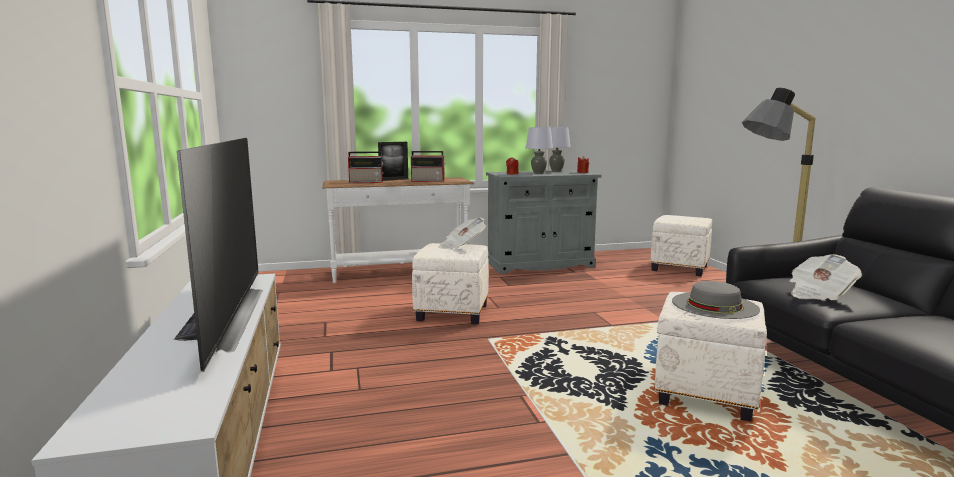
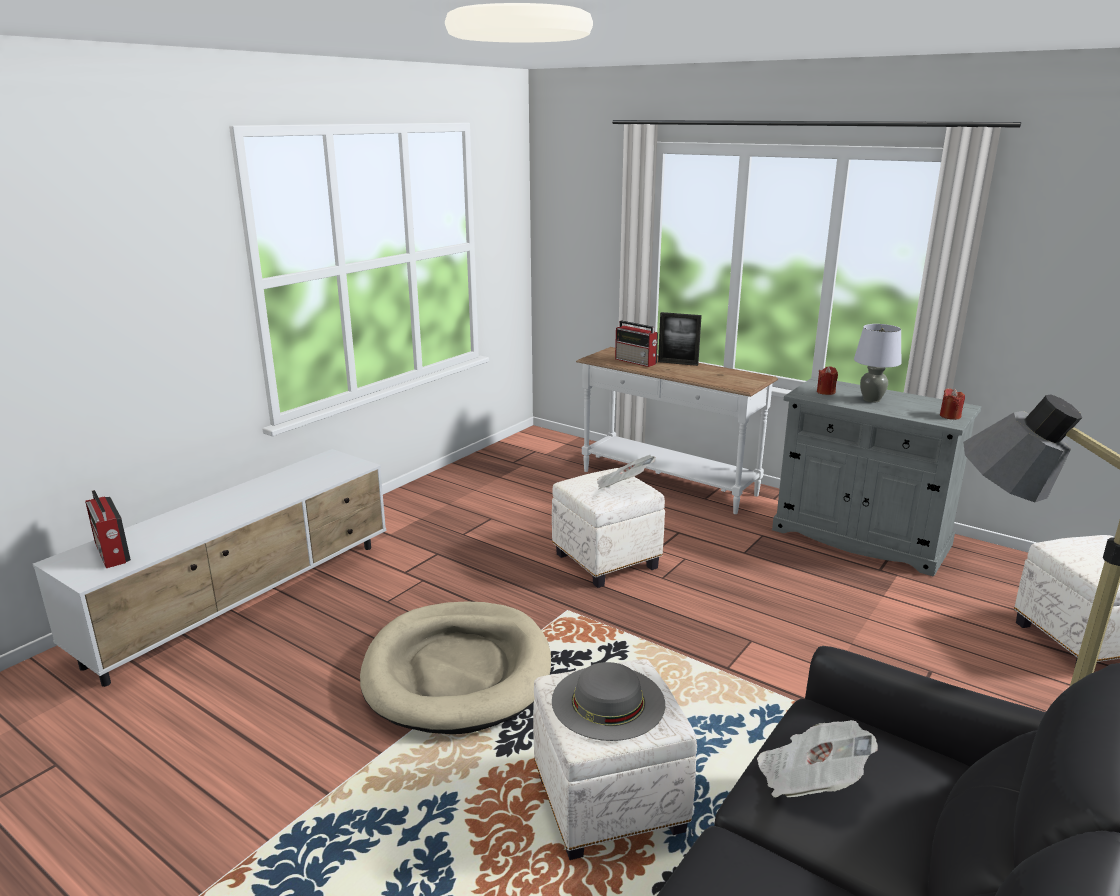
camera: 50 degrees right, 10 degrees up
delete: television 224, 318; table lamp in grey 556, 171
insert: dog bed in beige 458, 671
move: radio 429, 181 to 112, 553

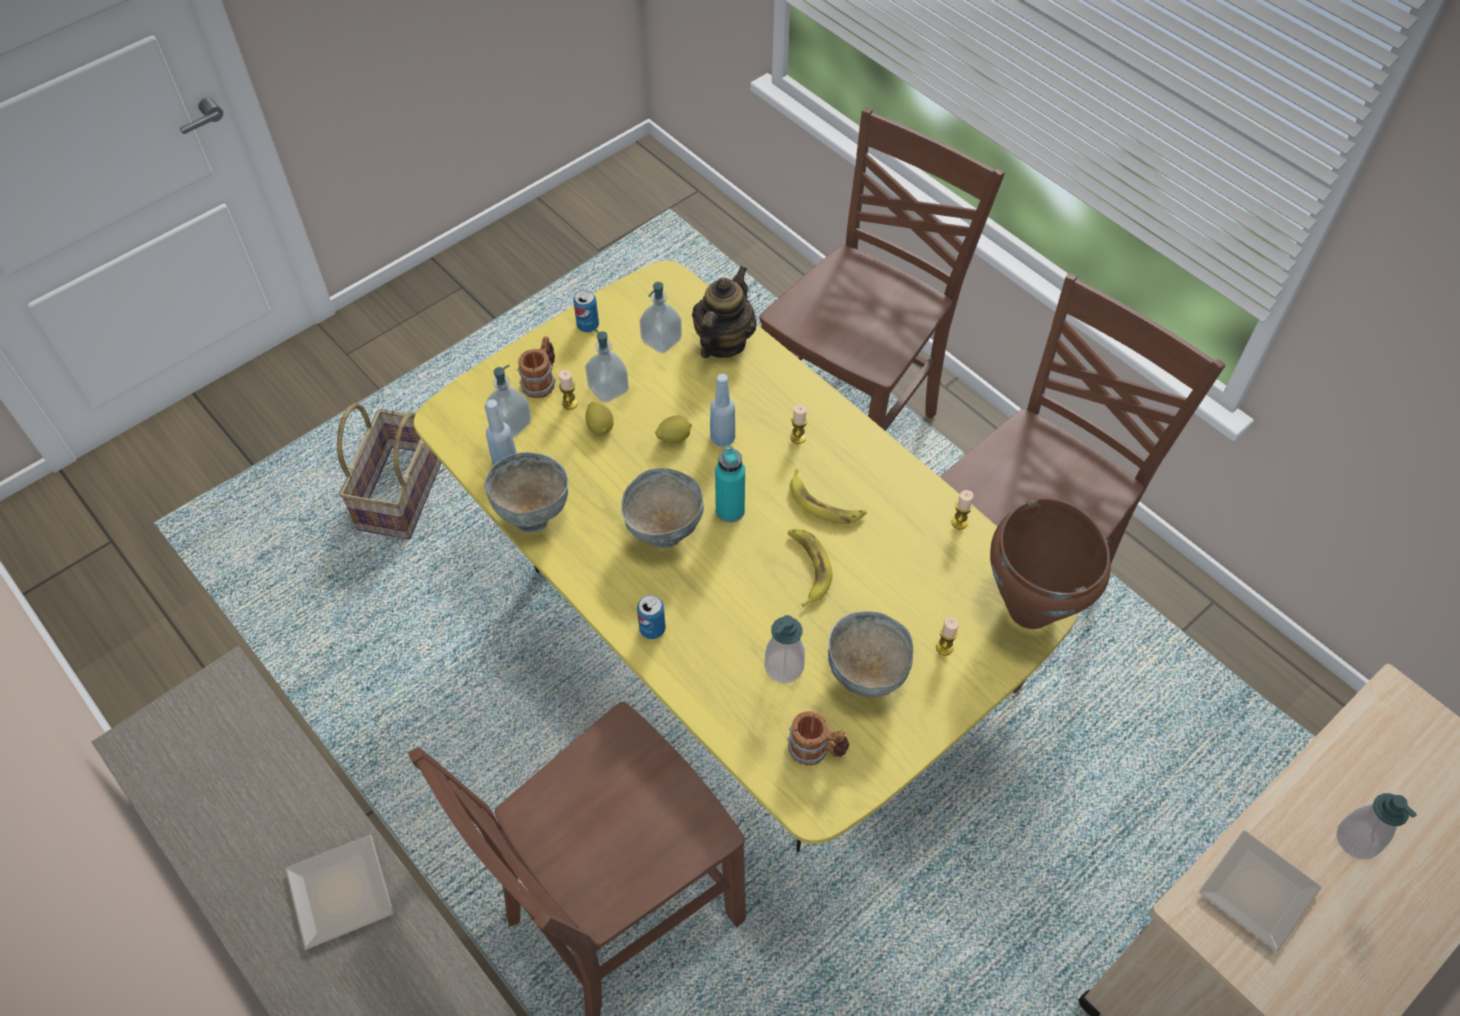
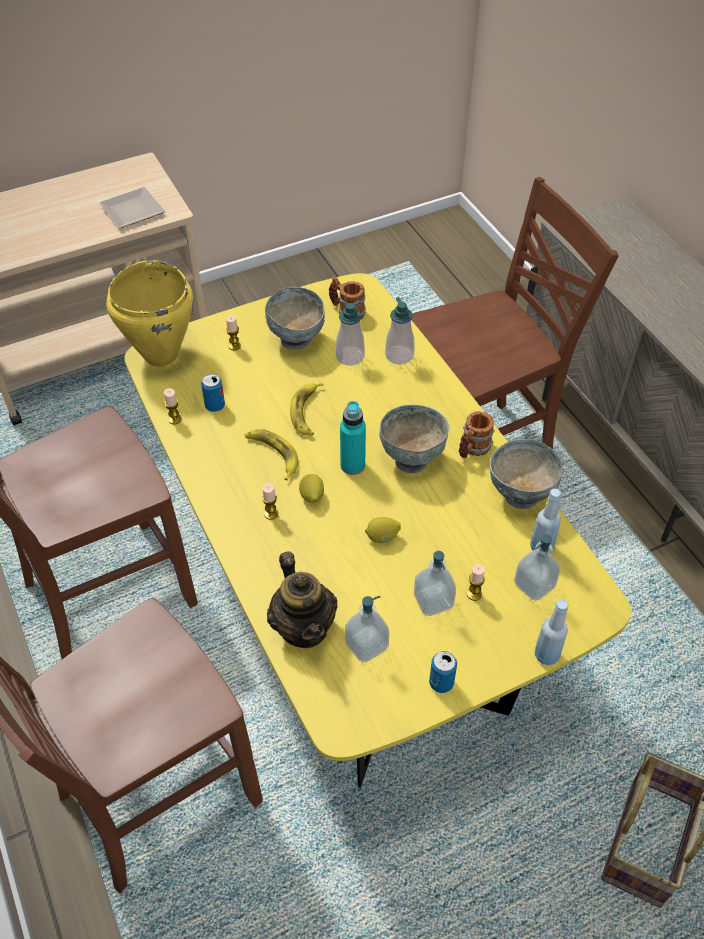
camera: 165 degrees left, 5 degrees down
delete: plate 338, 897
move: mug 542, 380 to 472, 449; lemon 600, 427 to 311, 496; can 652, 629 to 215, 406; bottle in blue 722, 438 to 546, 655; soap dispenser 1357, 839 to 399, 355
recolor: cooking pot in brown 1030, 608 to cooking pot in yellow 160, 355
rotate: teapot 723, 342 = 304, 627 60 degrees counterclockwise

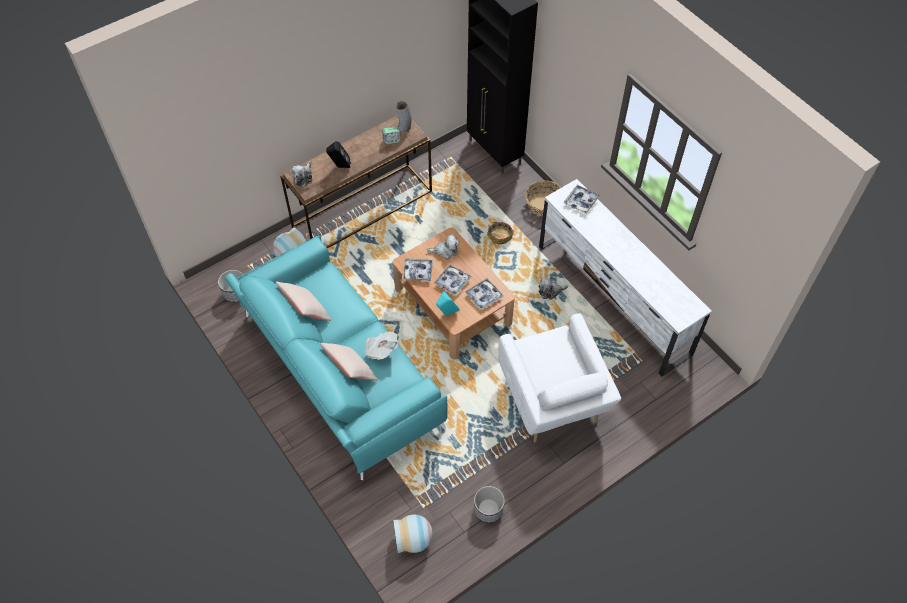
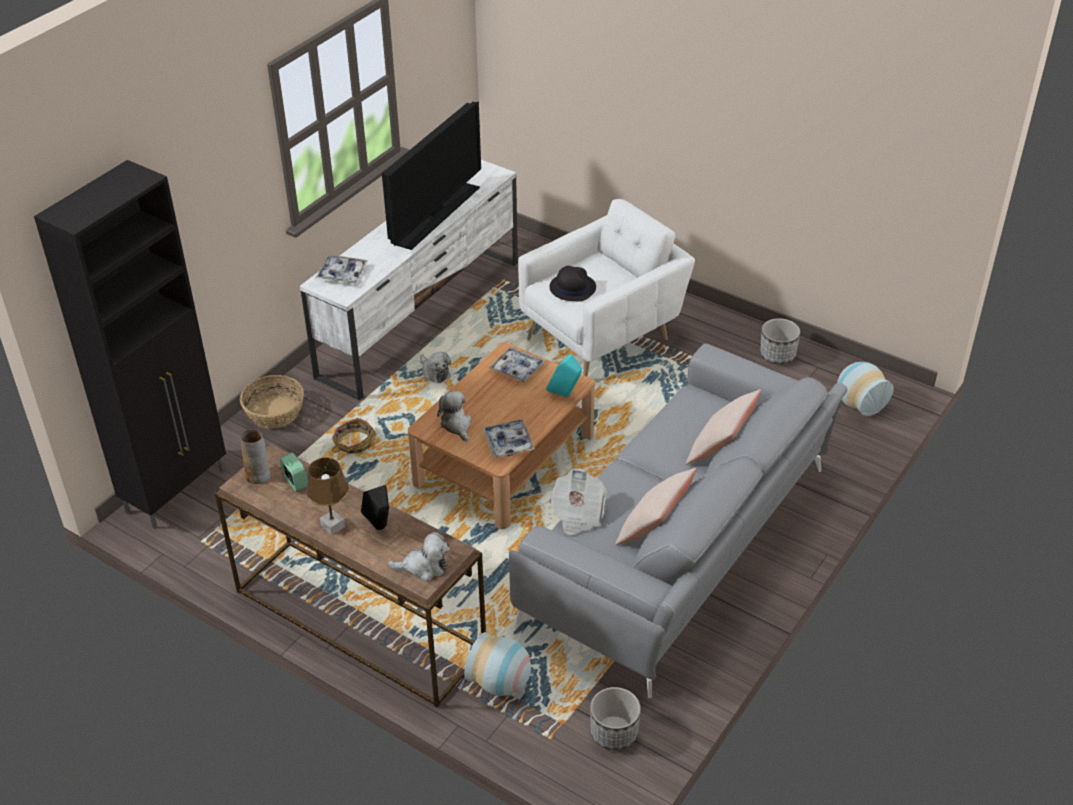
camera: 110 degrees left, 15 degrees down
delete: tray 452, 282
insert: table lamp in brown 333, 526; television 436, 215; hat in black 572, 287
move: newspaper 381, 350 to 577, 514
recolor: sofa in turquoise 339, 371 to sofa in grey 680, 546

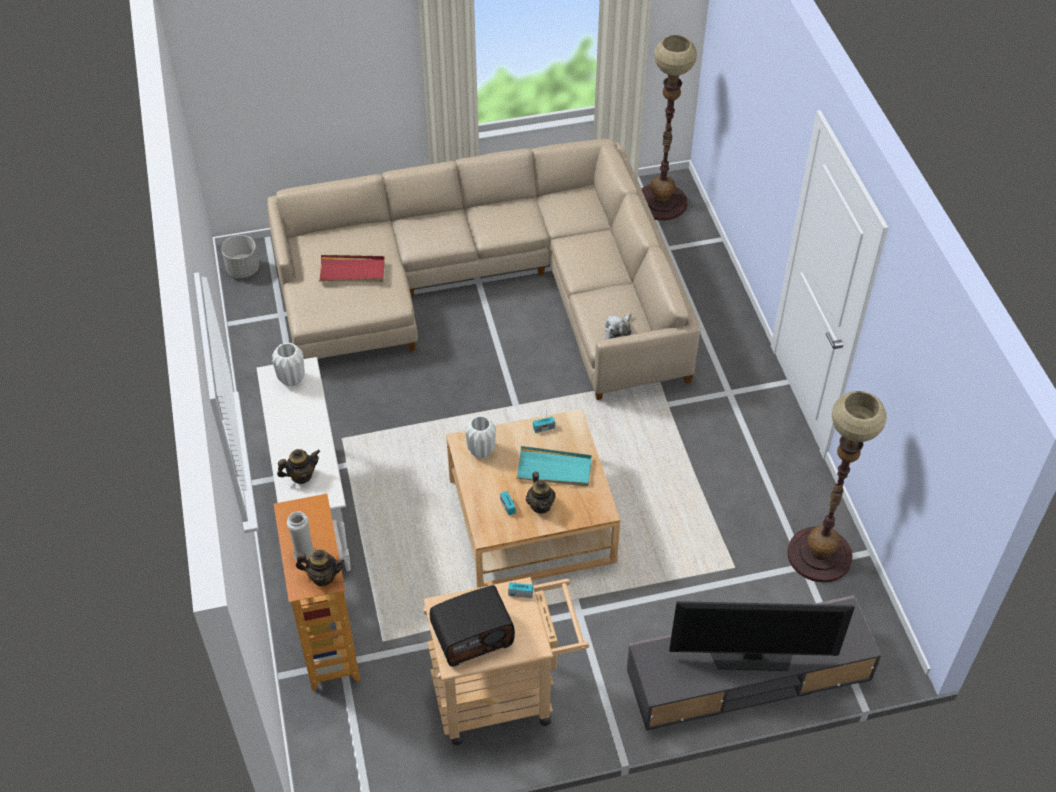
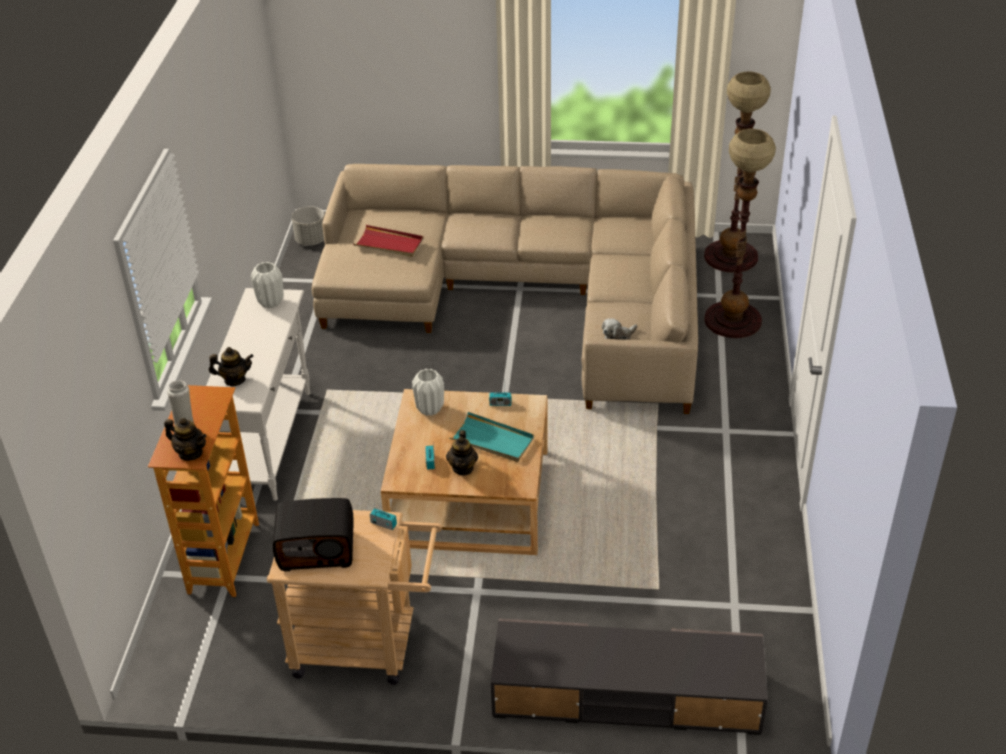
camera: 20 degrees right, 10 degrees down
delete: television 752, 656
move: floor lamp 819, 554 to 733, 320

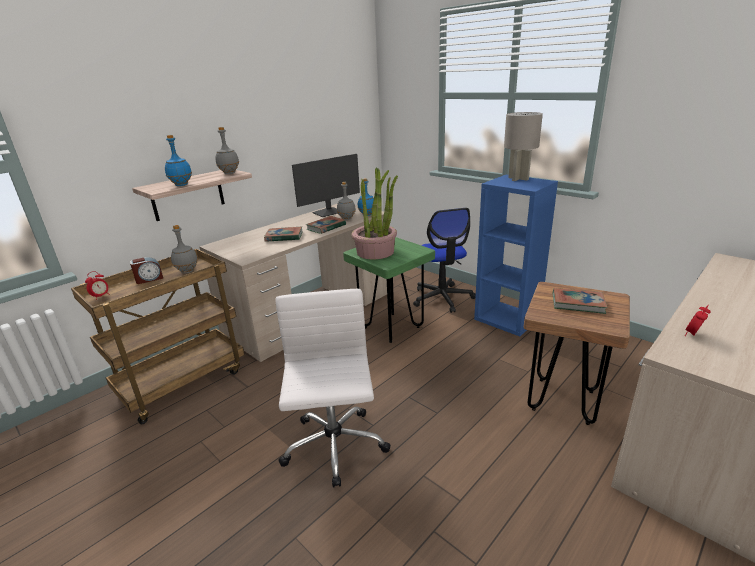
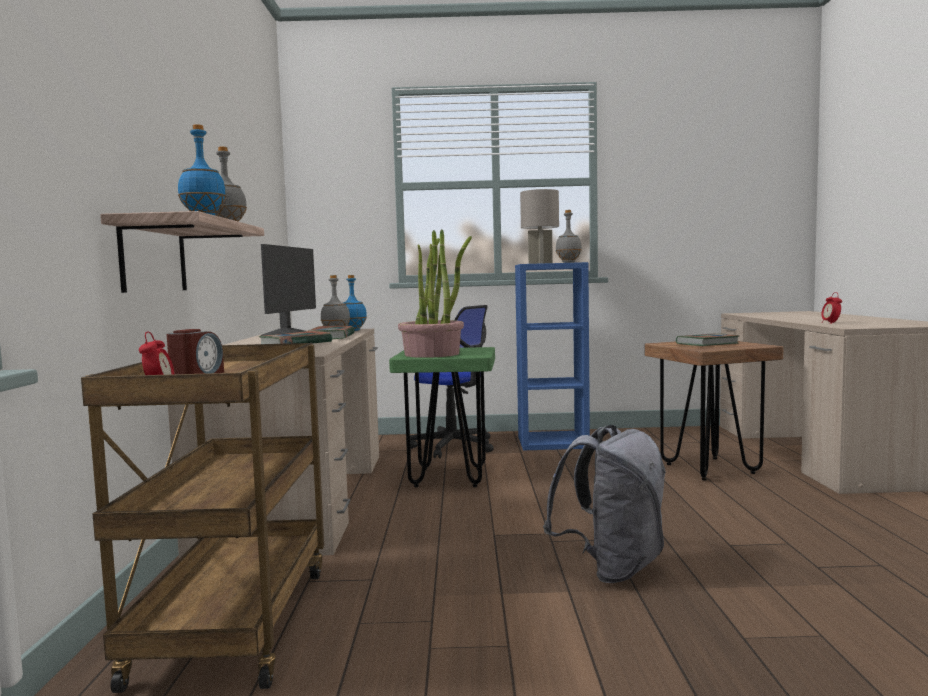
camera: 45 degrees left, 20 degrees down
move: bottle in grey 188, 271 to 568, 262
replace: office chair in white 334, 447 to backpack in grey 612, 568

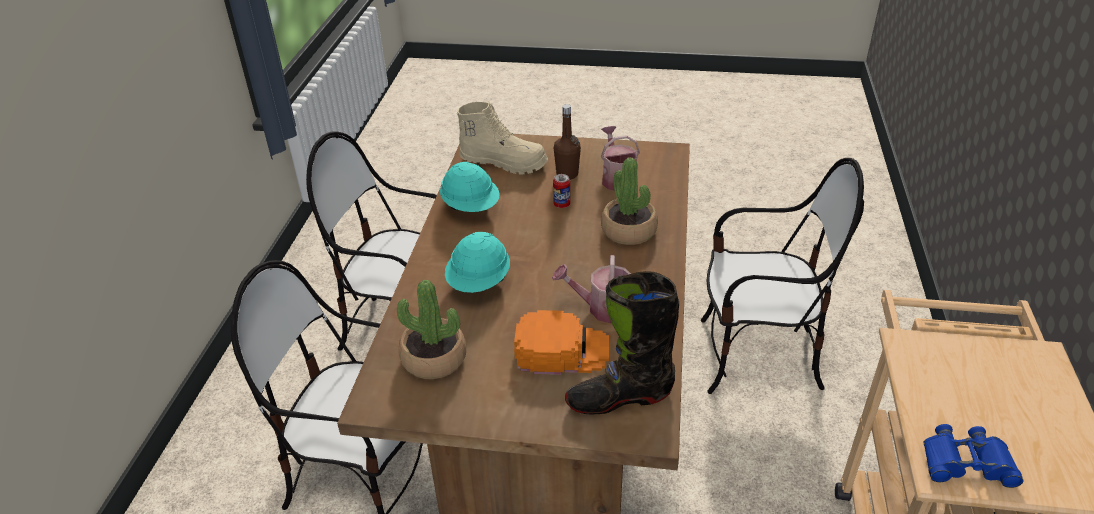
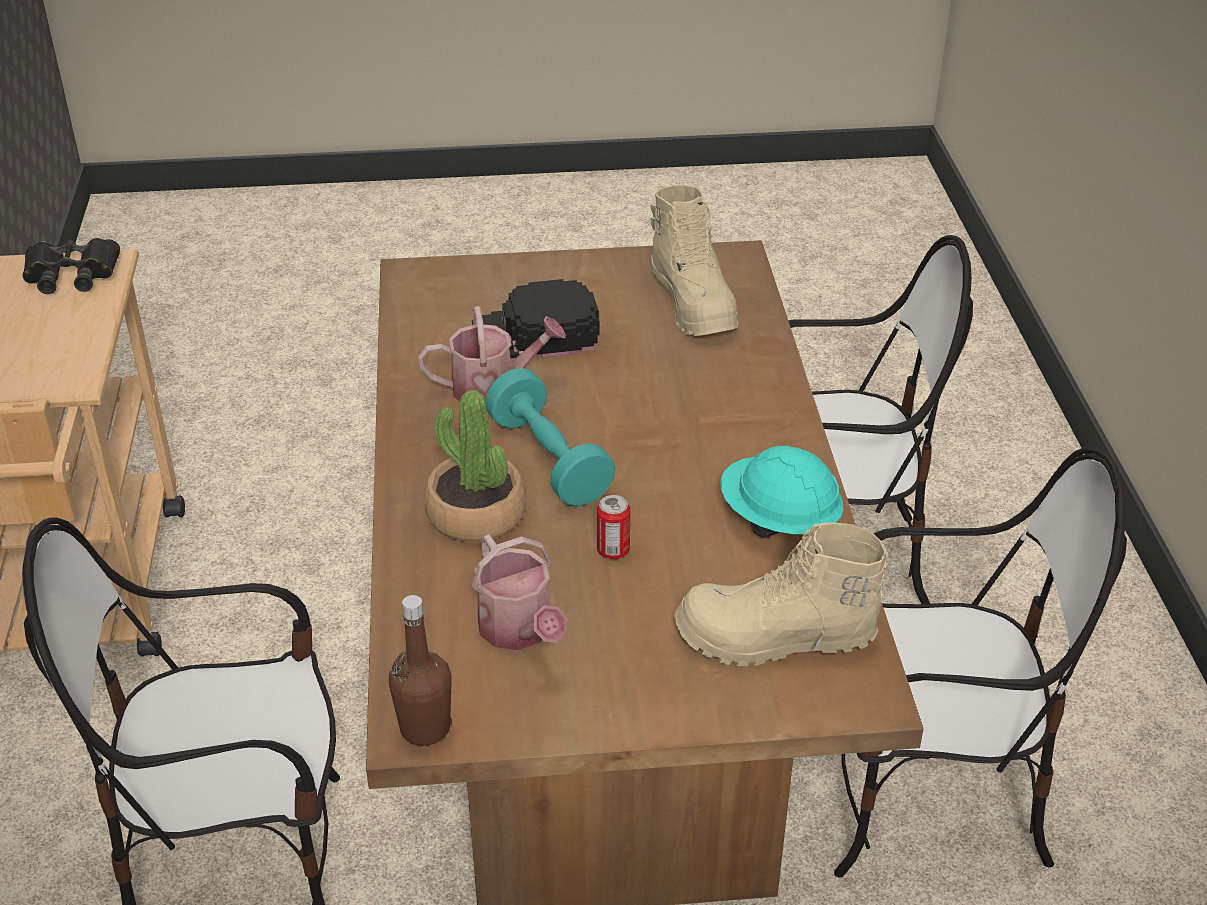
camera: 165 degrees right, 0 degrees up
delete: hard hat in turquoise 479, 282; boot in black 619, 398
insert: dumbbell in turquoise 549, 460
move: bottle in brown 567, 174 to 425, 728
replace: potted plant 434, 359 to boot in beige 694, 304
recolor: cap in orange 561, 349 to cap in black 536, 333; binoculars in blue 966, 463 to binoculars in black 72, 274

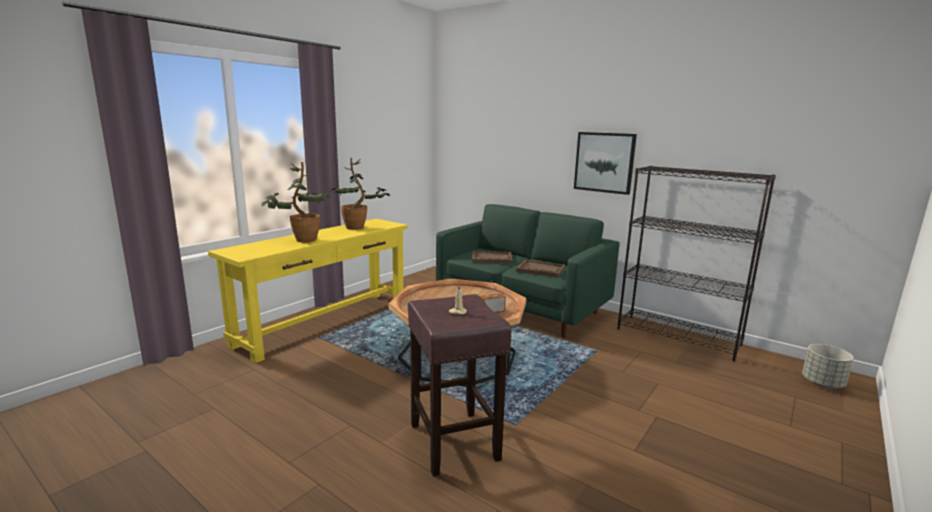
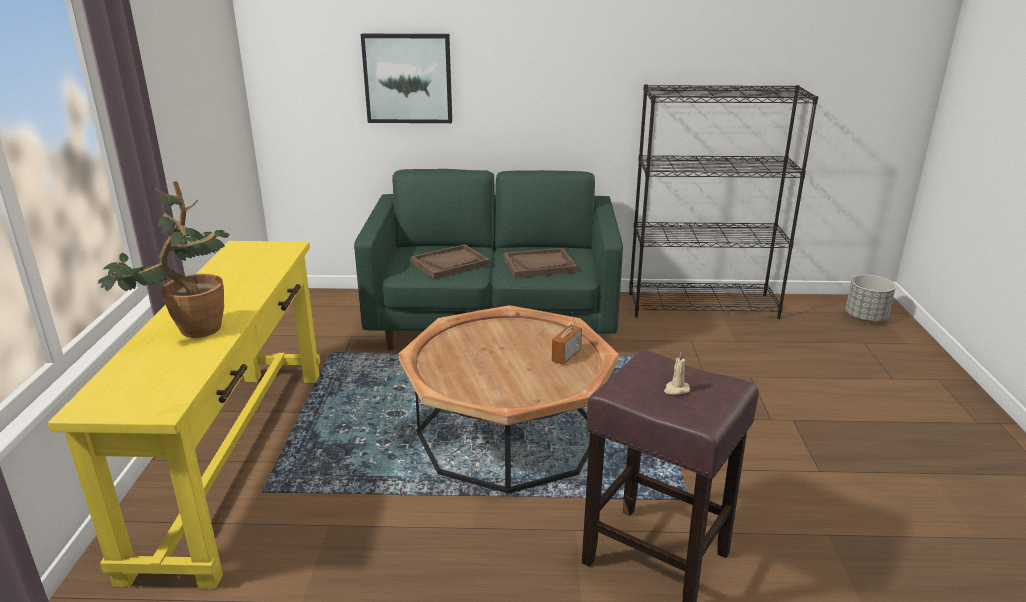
camera: 35 degrees left, 10 degrees up
delete: potted plant 359, 228
move: picture 604, 162 to 408, 78

